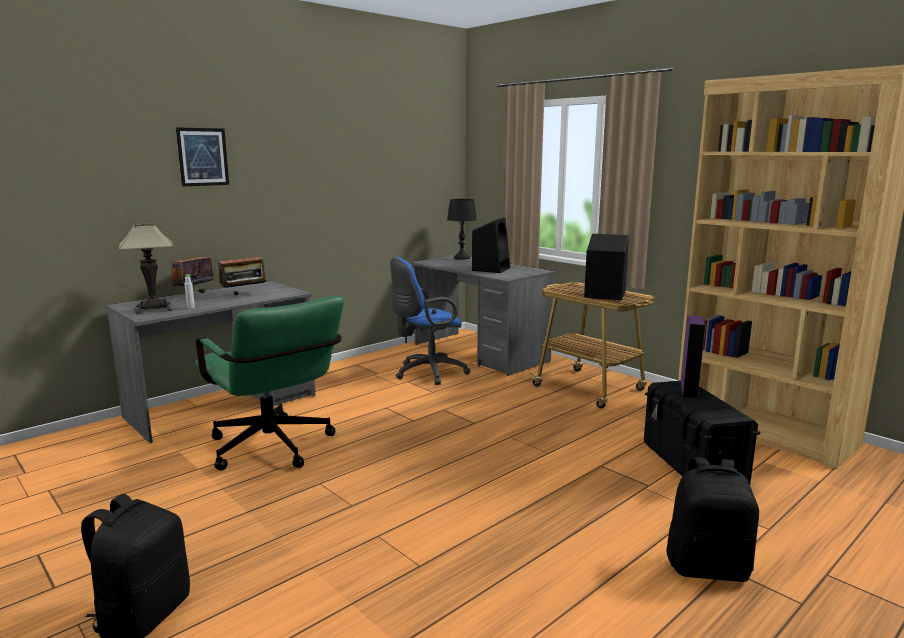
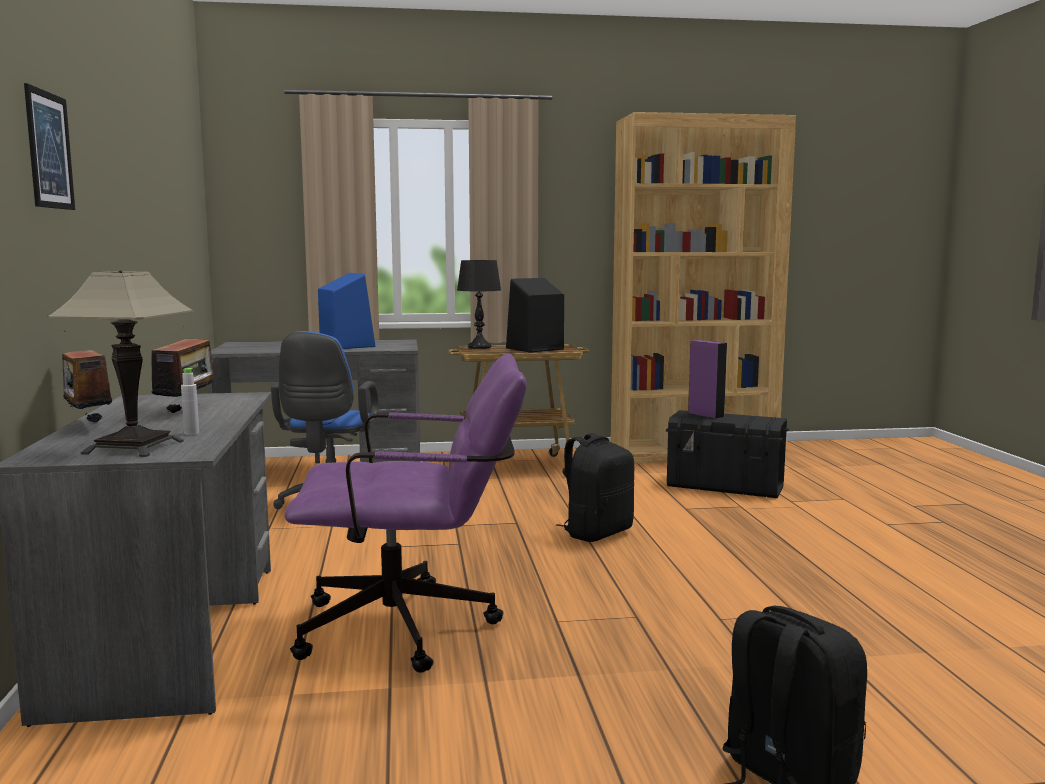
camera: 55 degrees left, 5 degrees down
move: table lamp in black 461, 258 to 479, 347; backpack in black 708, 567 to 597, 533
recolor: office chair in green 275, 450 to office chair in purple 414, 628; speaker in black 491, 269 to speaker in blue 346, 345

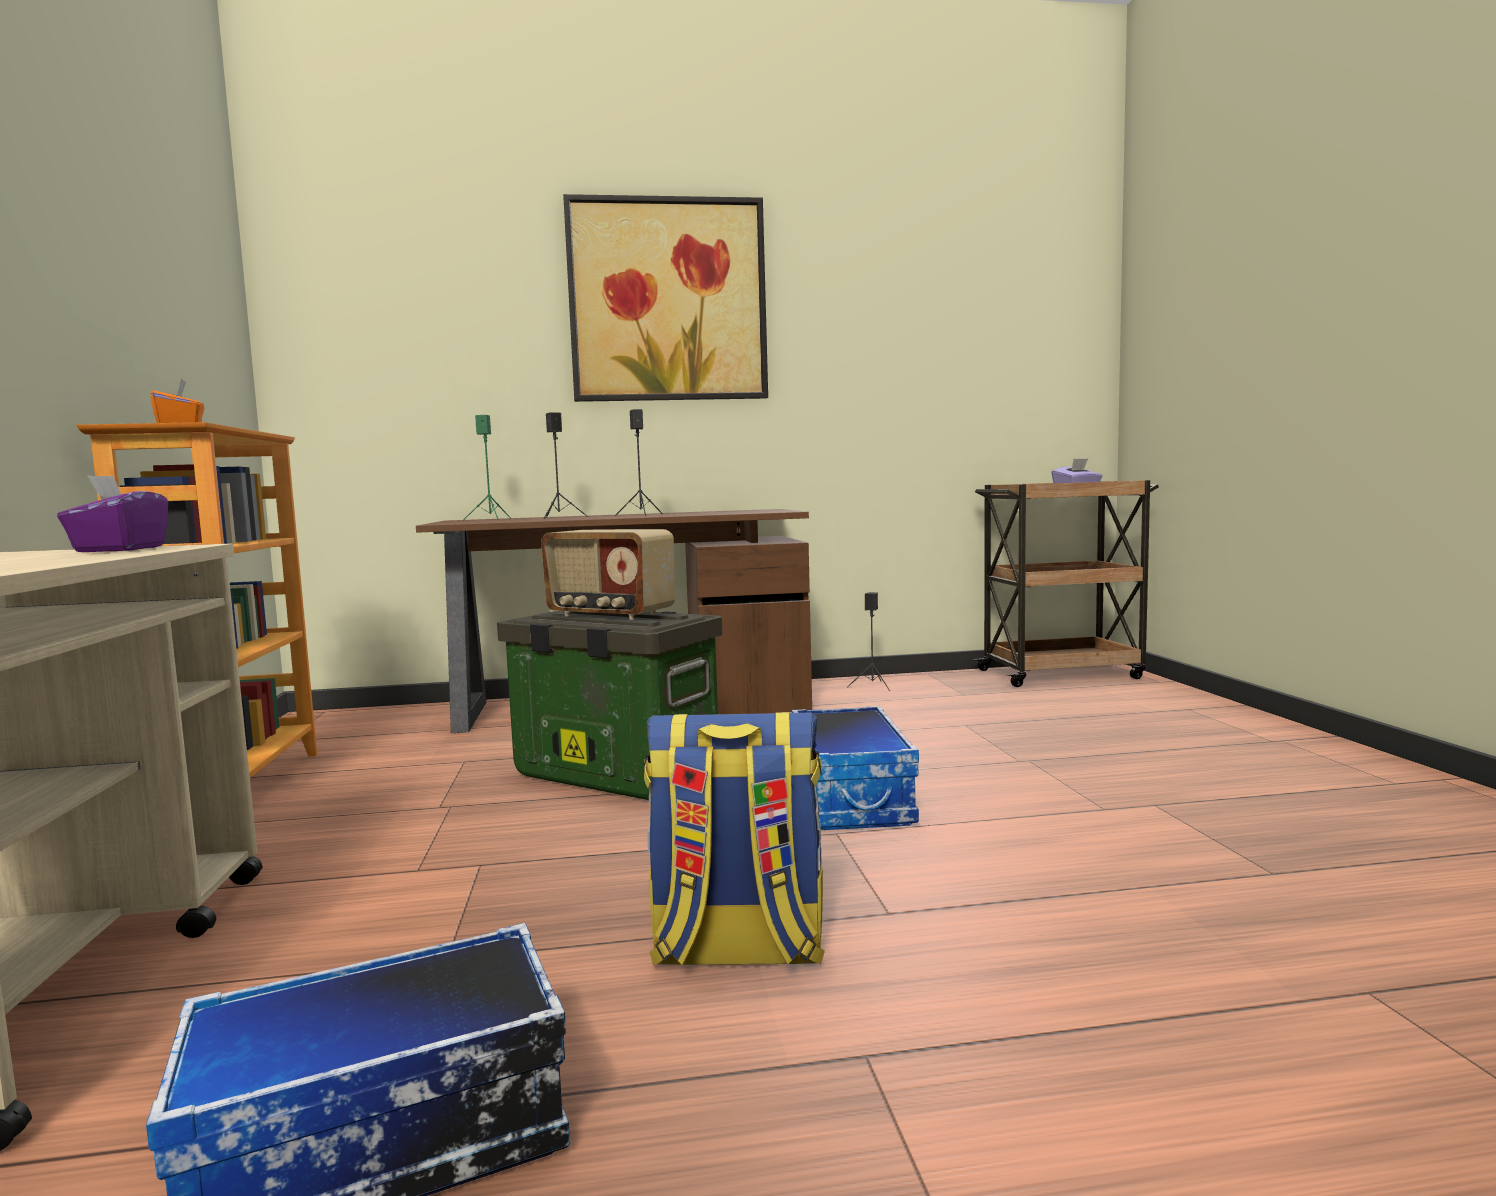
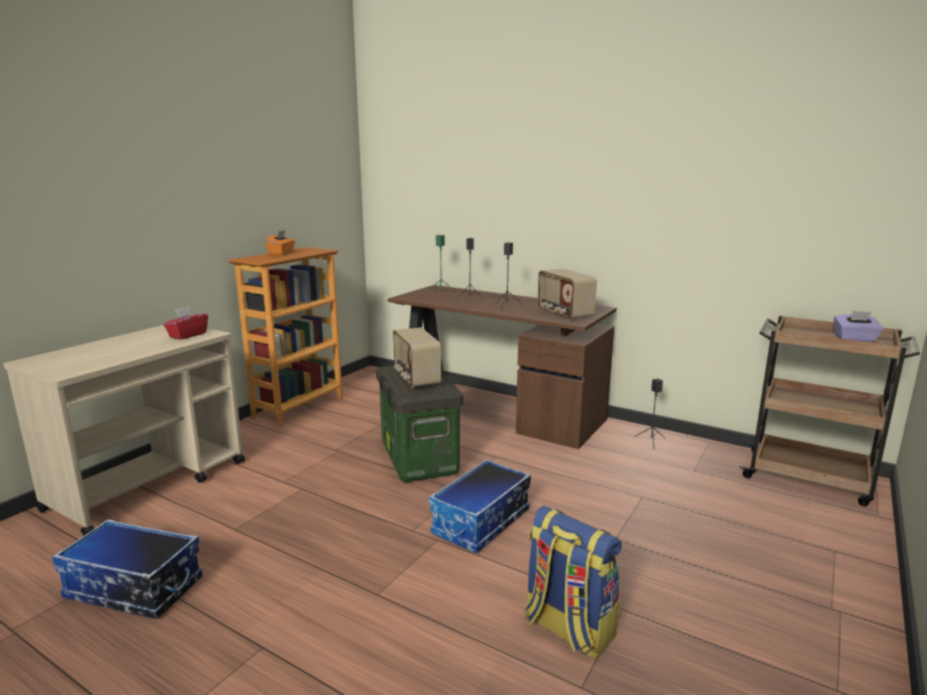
camera: 40 degrees right, 10 degrees up
delete: picture 668, 301
insert: radio 564, 314
move: backpack 737, 950 to 567, 628
recolor: tissue box in purple 119, 549 to tissue box in red 187, 335

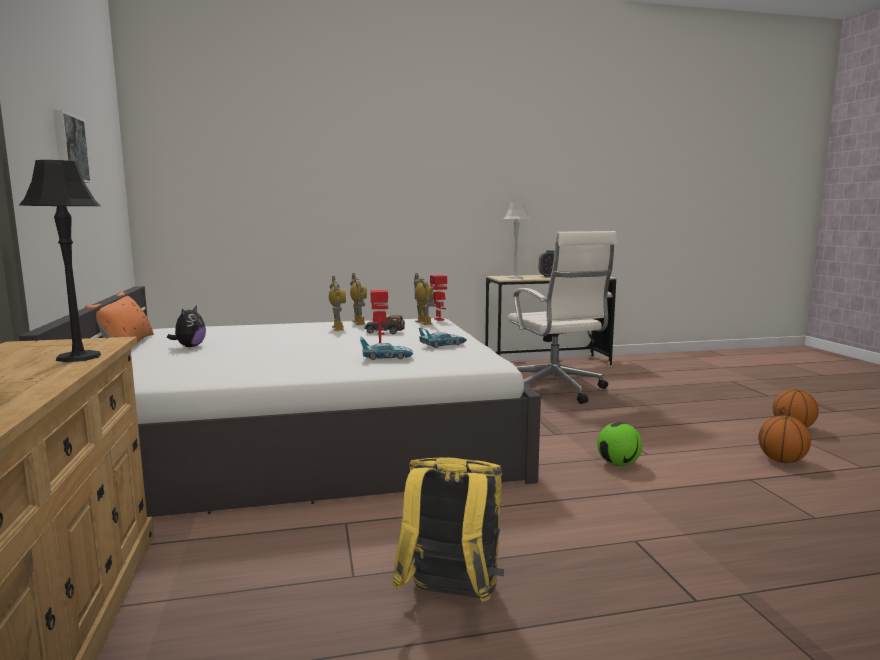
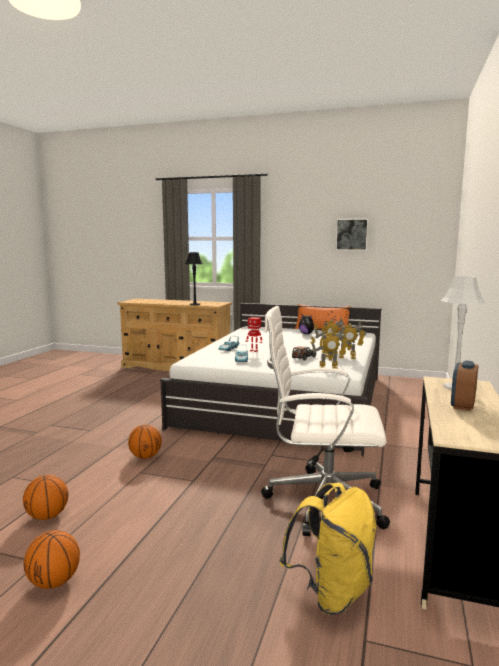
camera: 120 degrees right, 0 degrees up
delete: toy robot 438, 320
move: backpack in yellow 450, 597 to 332, 592
replace: football 618, 464 to basketball 145, 457

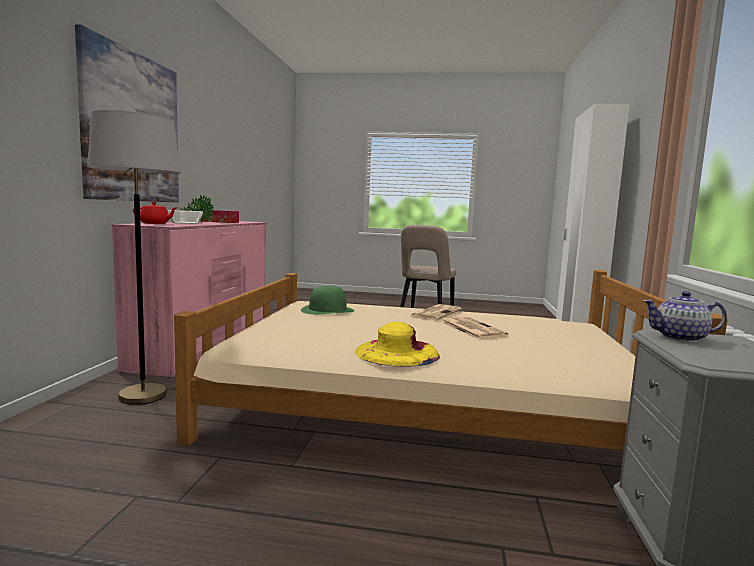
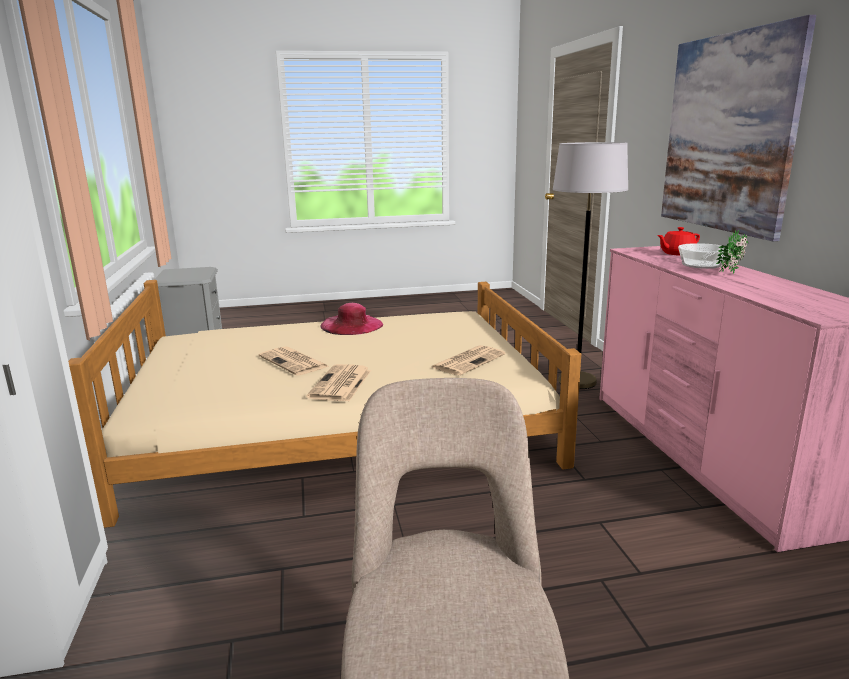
camera: 160 degrees right, 10 degrees up
delete: tissue box 219, 222; teapot 681, 338
replace: hat in green 327, 310 to newspaper 468, 361
recolor: hat in yellow 397, 352 to hat in pink 351, 325

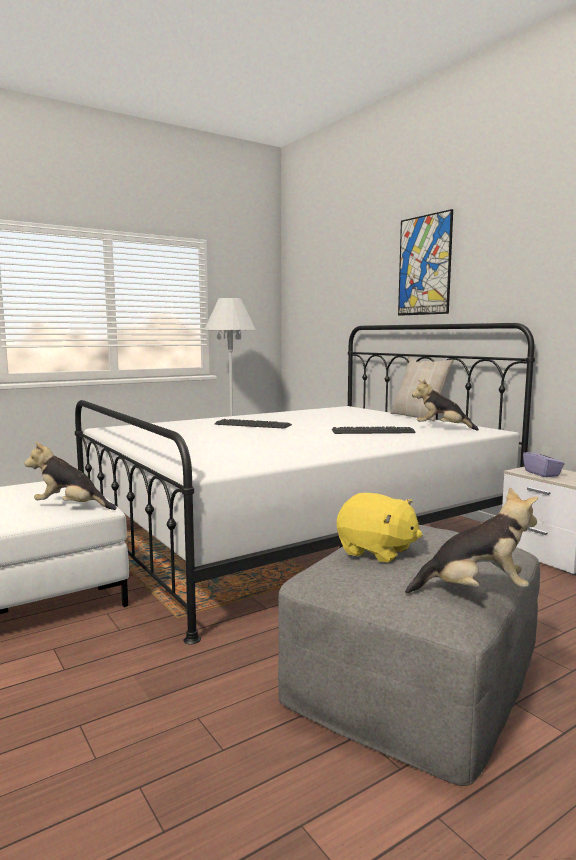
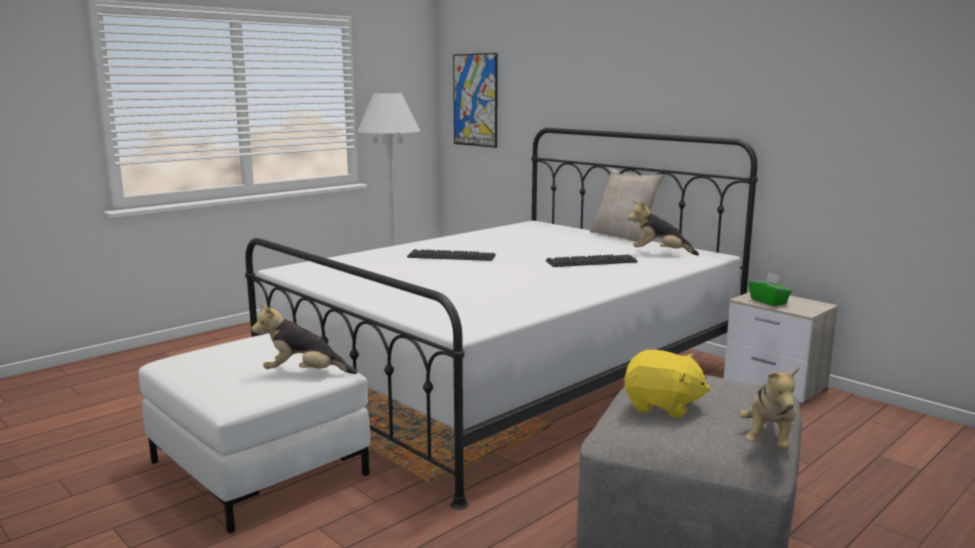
camera: 10 degrees left, 5 degrees up
move: picture 424, 265 to 475, 100
recolor: tissue box in purple 542, 474 to tissue box in green 768, 301
rotate: plush toy 475, 591 = 769, 440 120 degrees clockwise

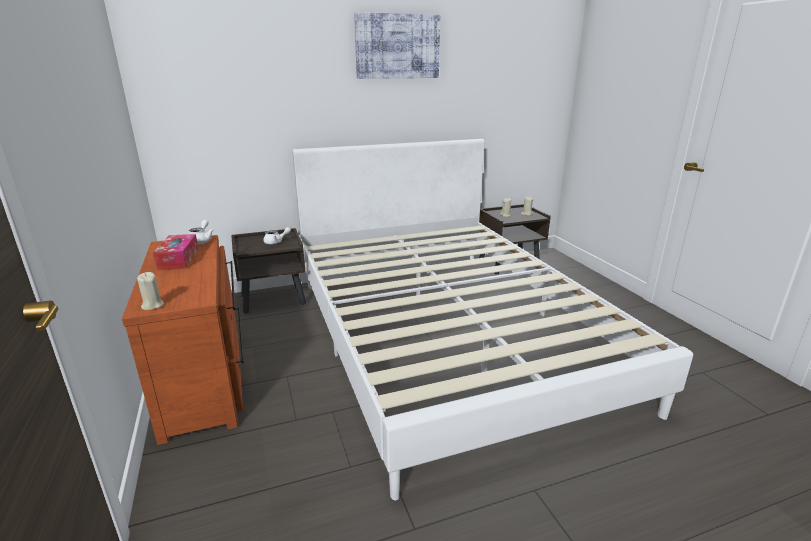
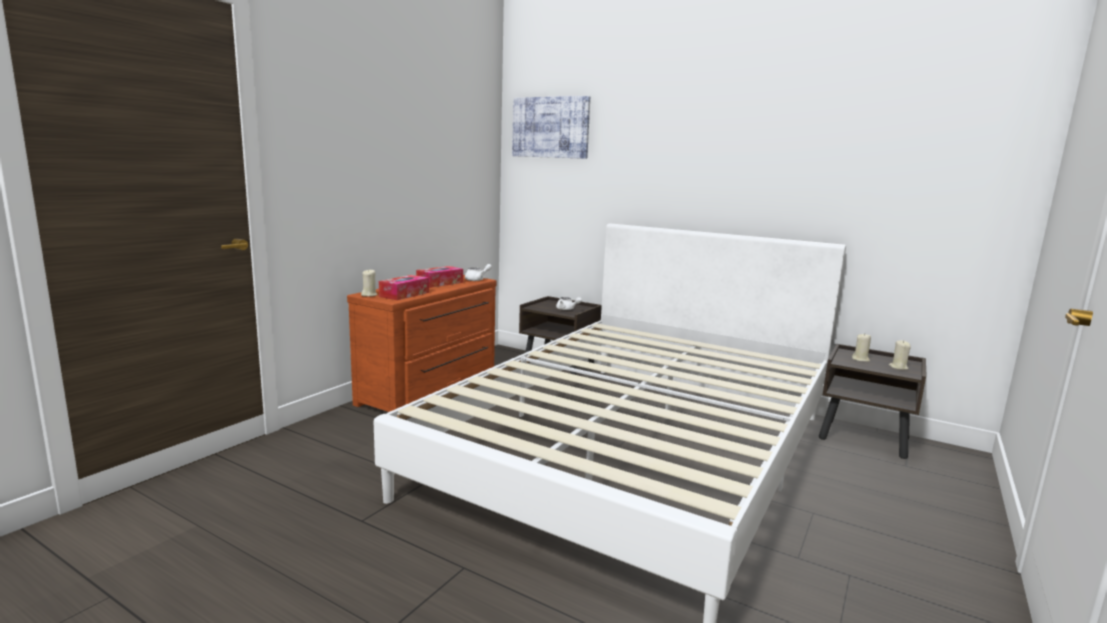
camera: 50 degrees right, 10 degrees down
insert: tissue box 404, 294
move: picture 397, 46 to 550, 127

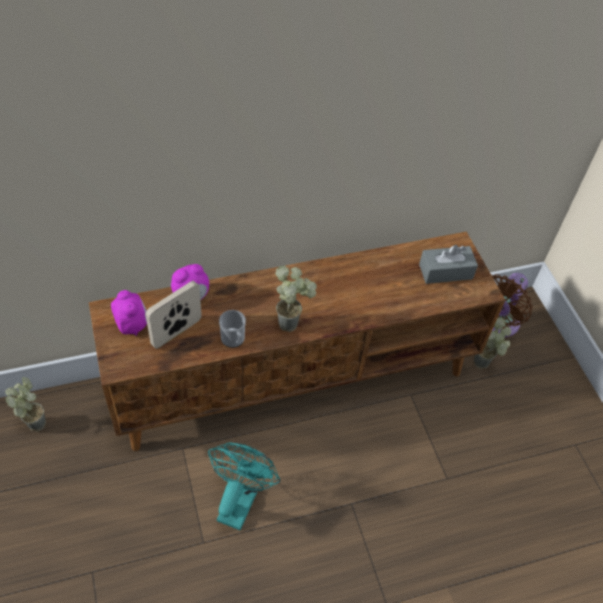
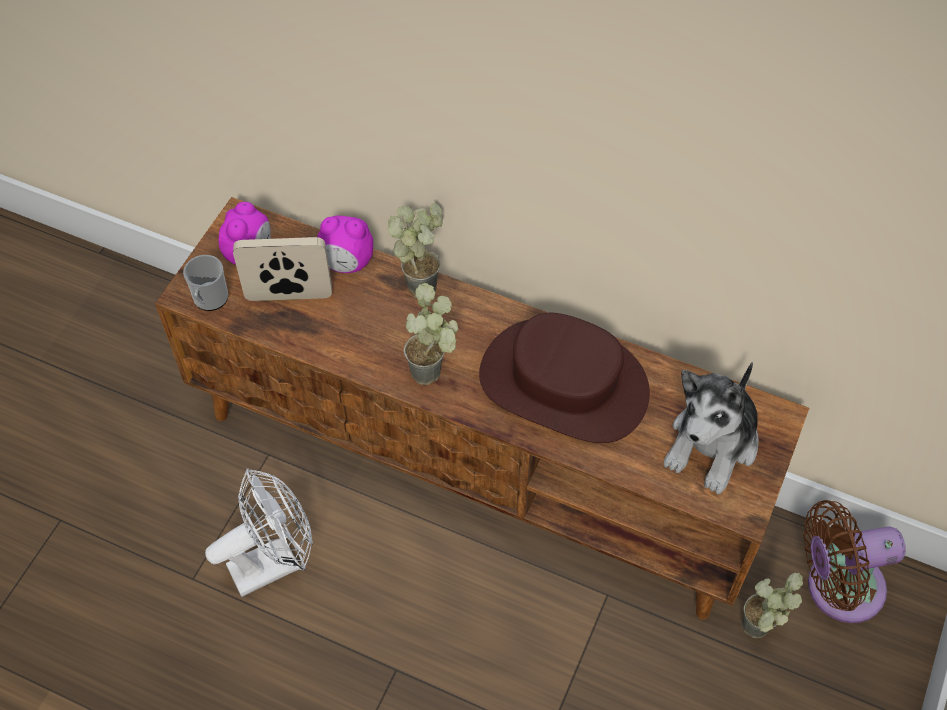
camera: 45 degrees right, 5 degrees up
insert: hat in brown 564, 383
move: potted plant 34, 420 to 422, 280; mug 234, 340 to 209, 300
replace: tissue box in grey 445, 271 to plush toy 712, 444
recolor: fan in turquoise 239, 500 to fan in white 274, 562

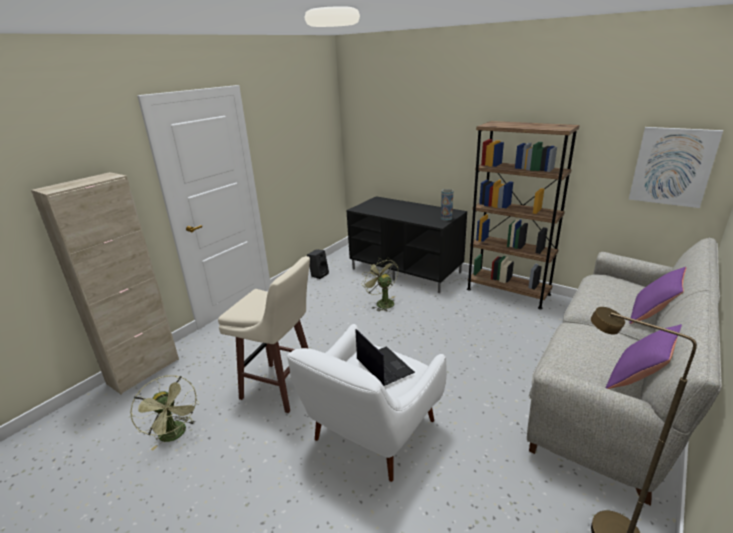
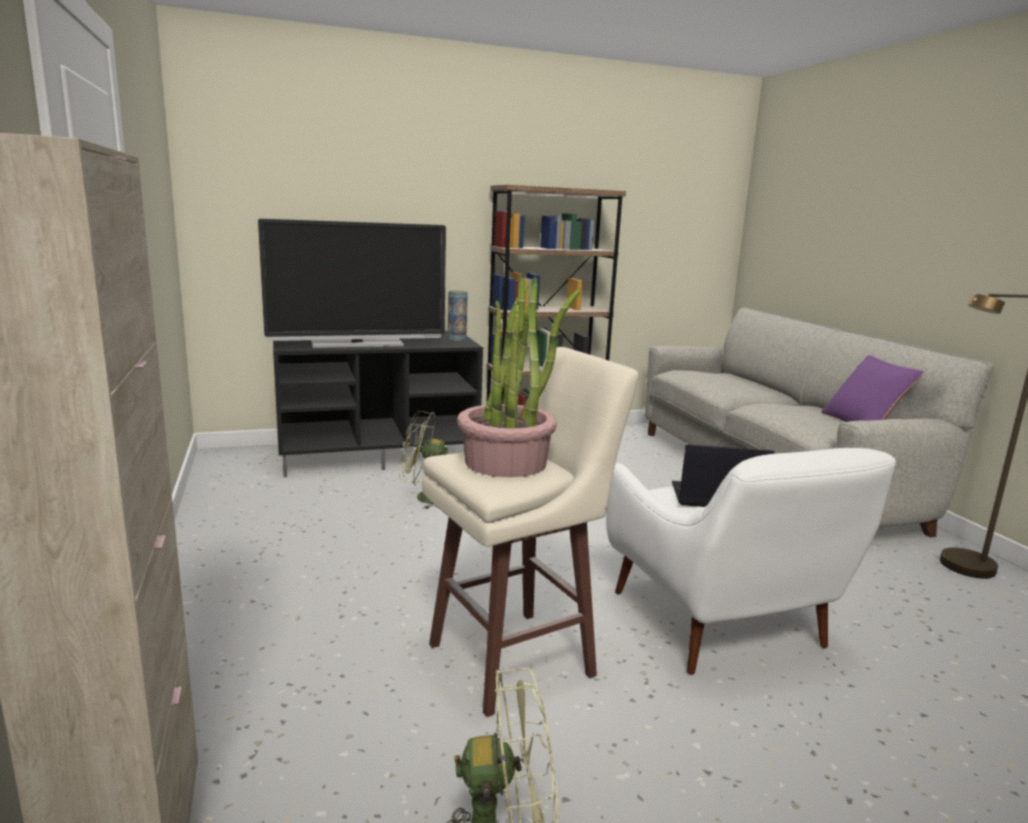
camera: 55 degrees left, 10 degrees down
delete: speaker in black 319, 274; picture 672, 166; pillow in purple 652, 315
insert: television 357, 344; potted plant 506, 462

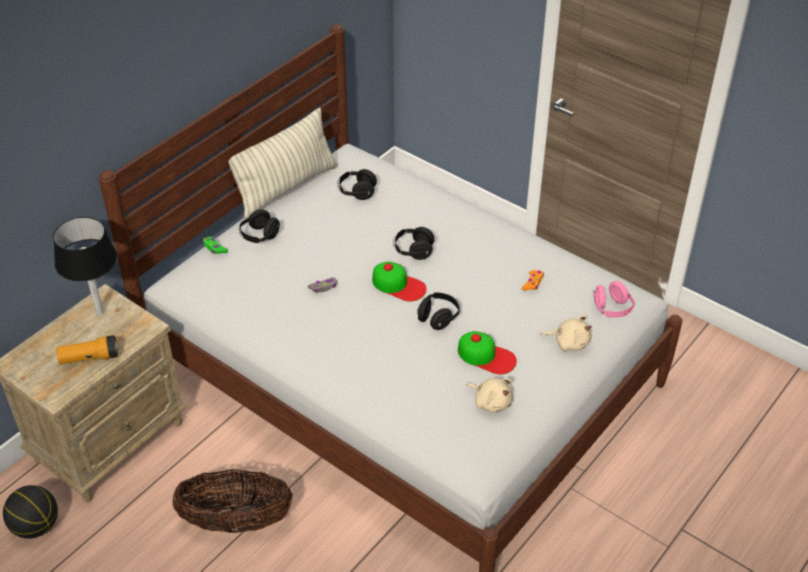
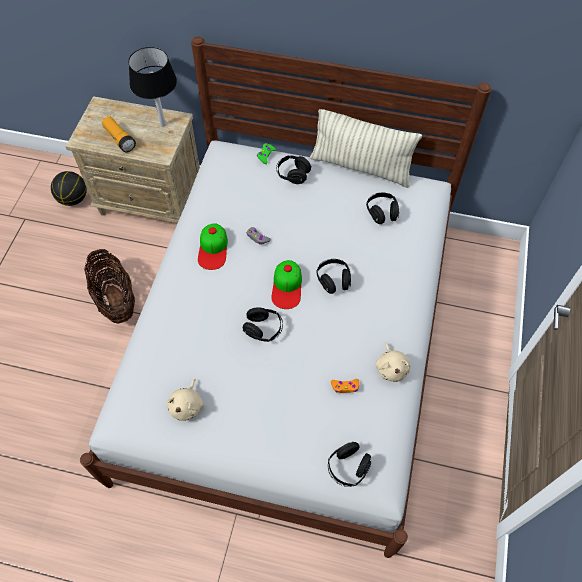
camera: 65 degrees right, 15 degrees up
move: cap 486, 356 to 213, 249; plush toy in beige 569, 342 to 391, 368
recolor: headphones in pink 612, 309 to headphones in black 348, 468

